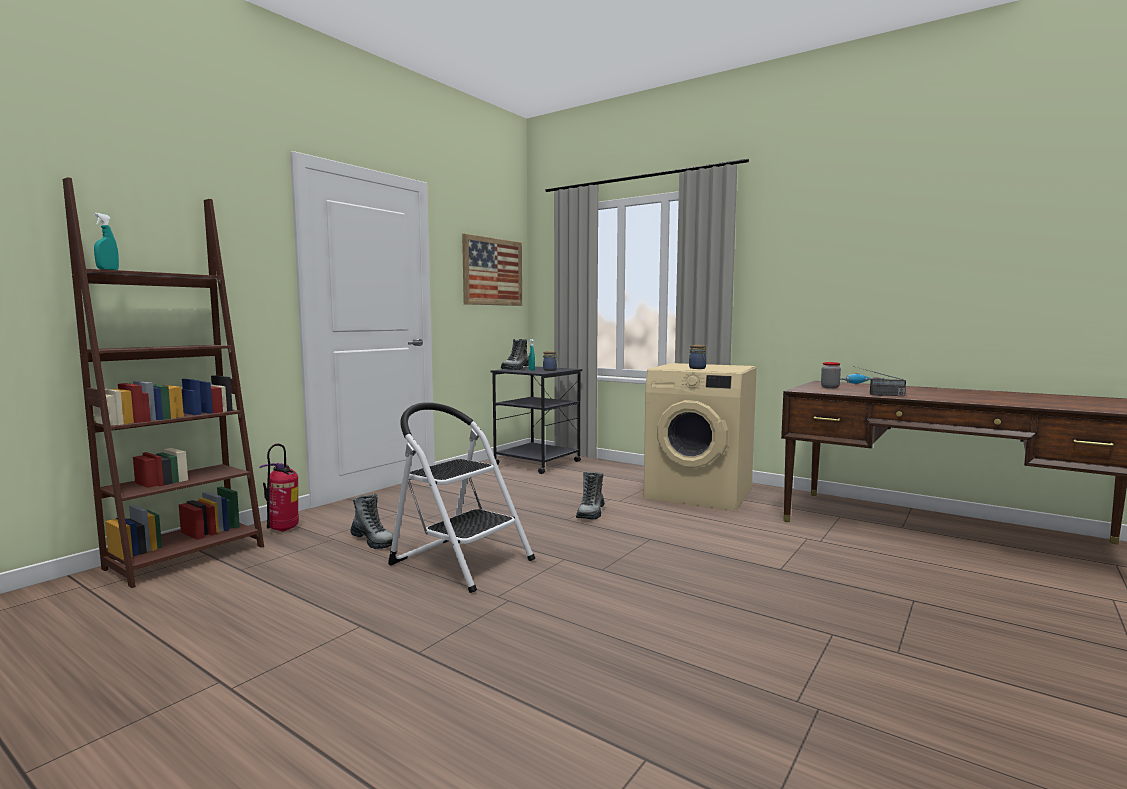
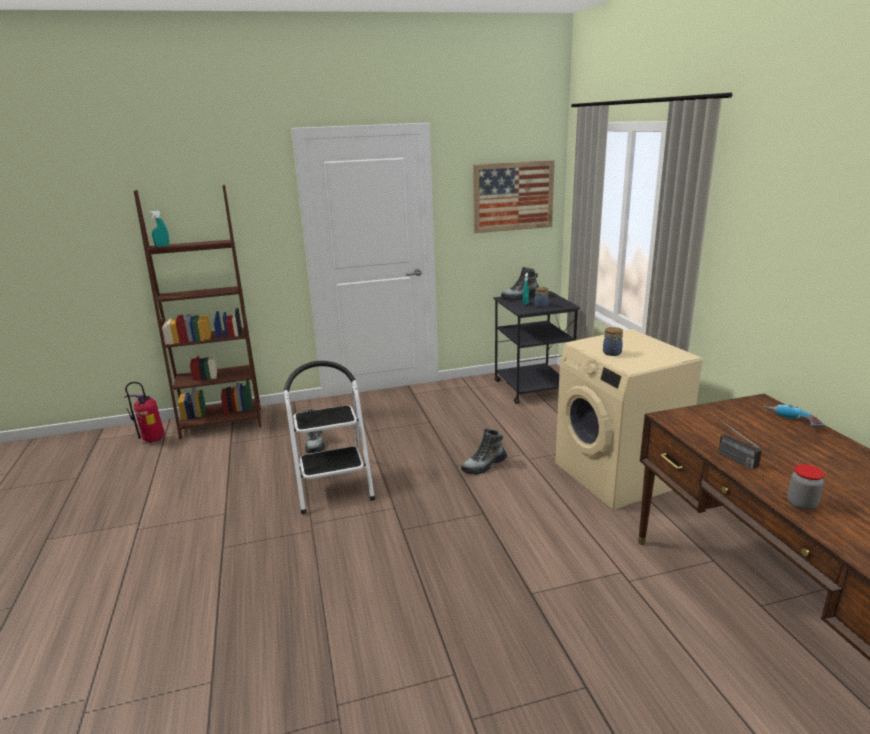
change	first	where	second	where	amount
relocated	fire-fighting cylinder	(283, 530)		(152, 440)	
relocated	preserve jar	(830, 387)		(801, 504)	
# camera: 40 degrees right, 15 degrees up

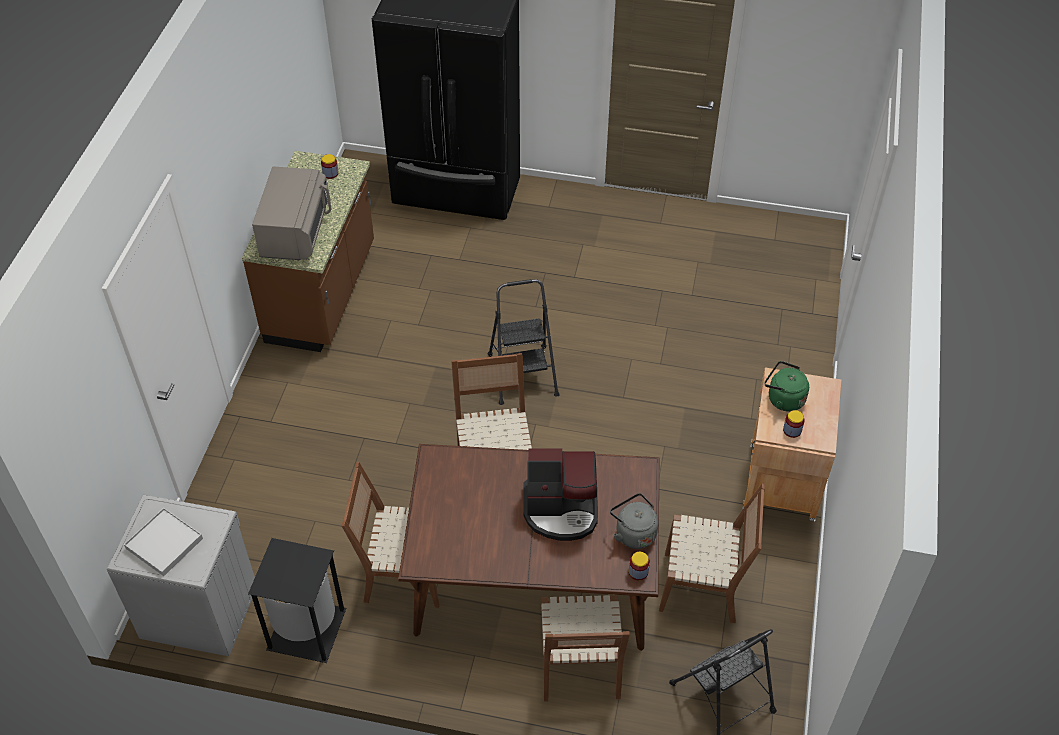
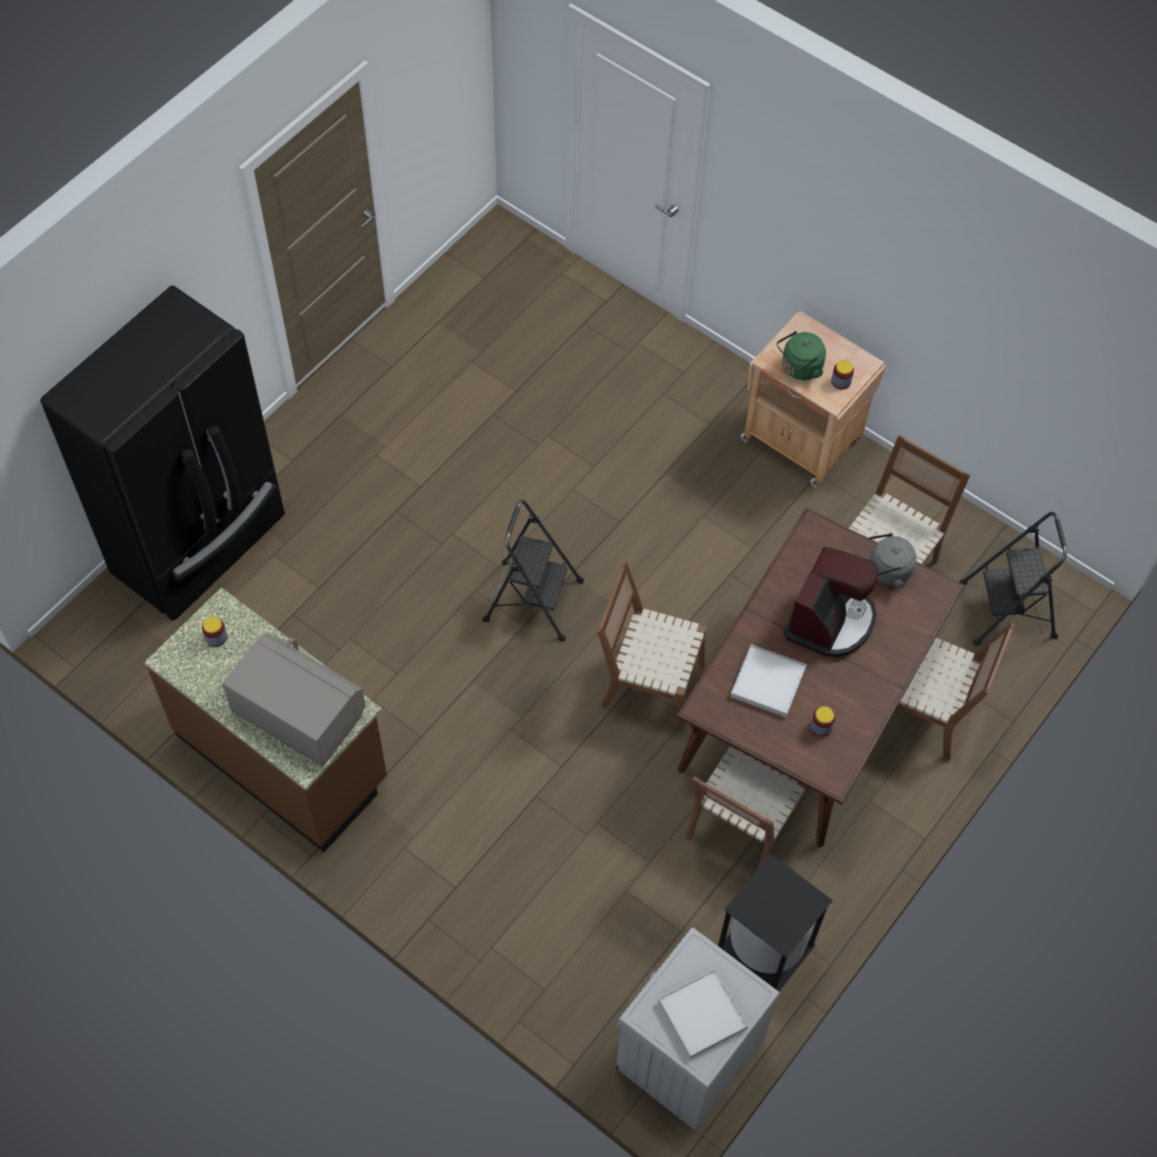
change	first	where	second	where	amount
appeared			white-coloured tray	(767, 682)	
relocated	preserve jar	(638, 571)		(821, 726)	
# camera: 65 degrees left, 10 degrees up

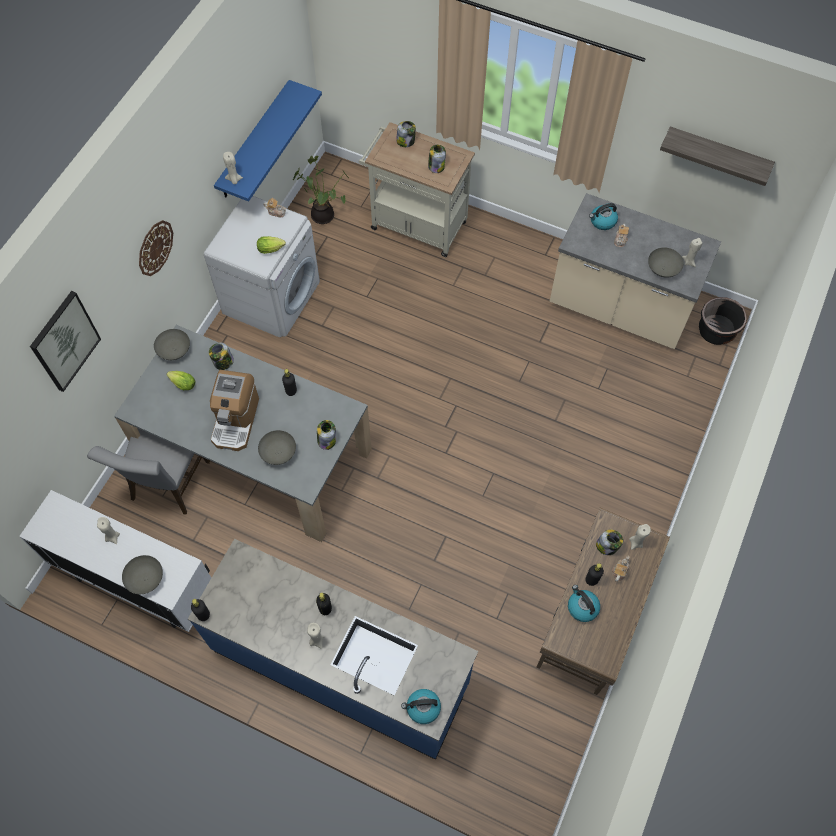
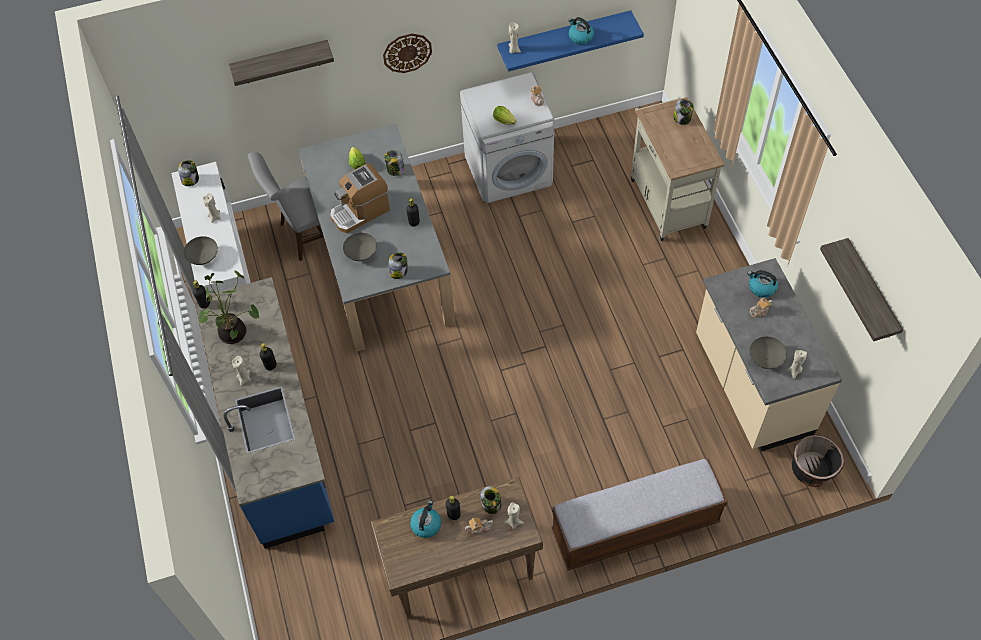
change	first	where	second	where	amount
relocated	preserve jar	(436, 166)		(190, 179)	
relocated	houseplant	(324, 214)		(235, 333)	
exchanged	wall art	(64, 341)	bracket shelf	(281, 62)	
appeared			bench	(635, 527)	
relocated	water kettle	(422, 708)		(580, 37)	
missing	greyish serving bowl	(174, 351)			
# camera: 50 degrees right, 5 degrees down

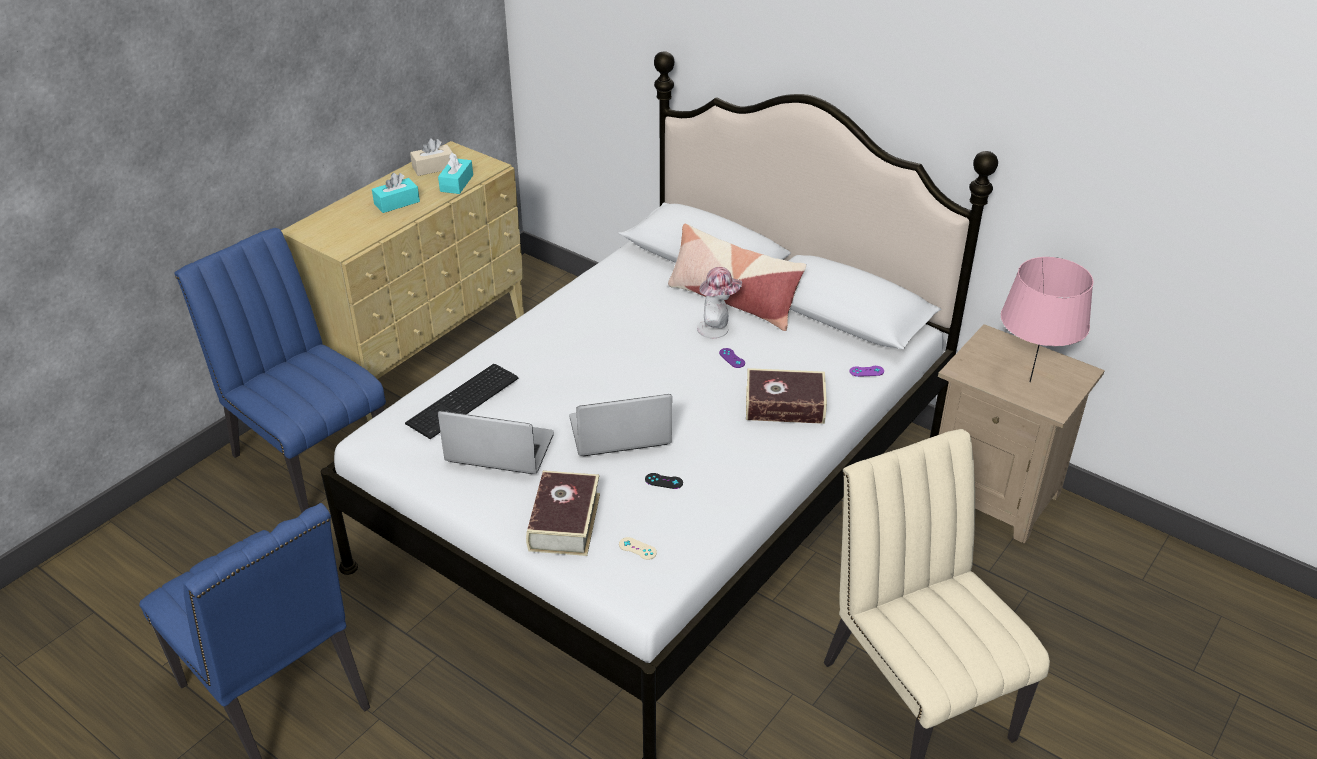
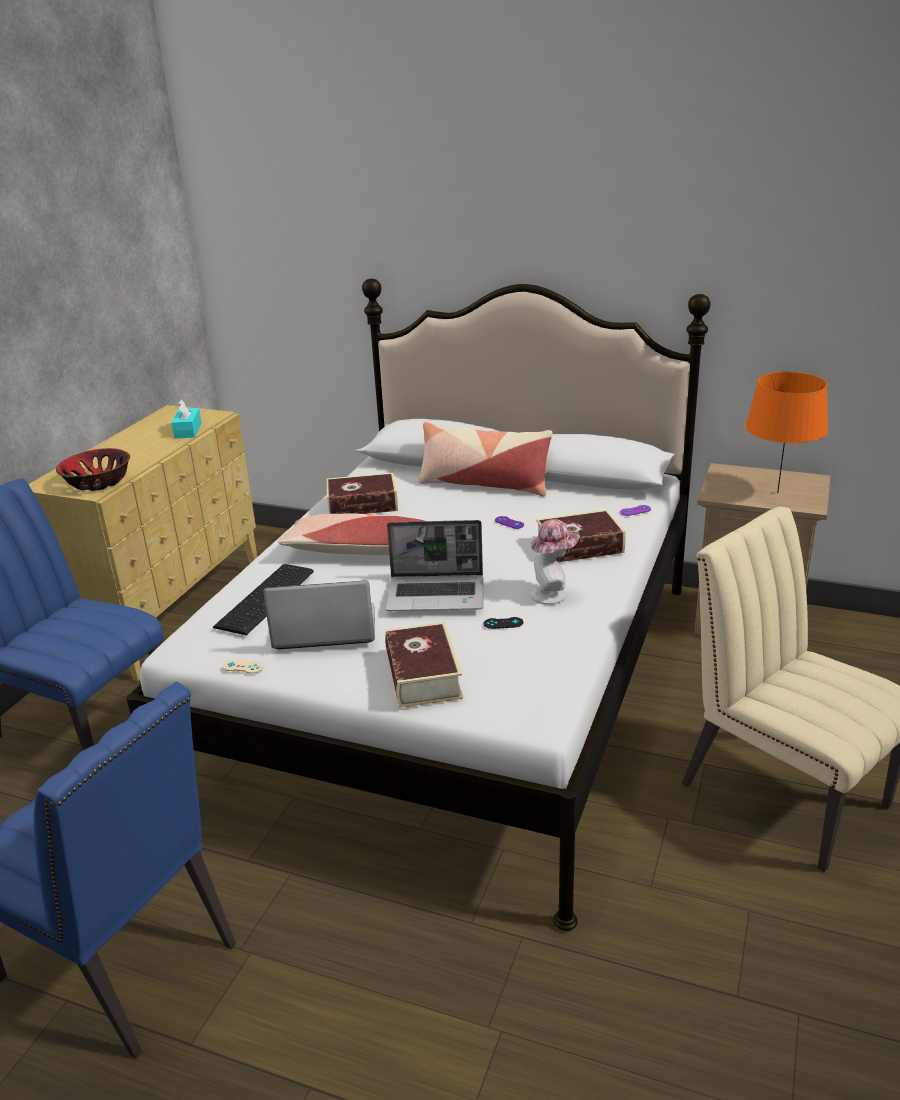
change	first	where	second	where	amount
appeared			serving bowl	(97, 482)	
relocated	sand-coloured gamepad	(637, 548)		(243, 667)	
appeared			pillow	(360, 550)	
appeared			volume	(362, 504)	
spun	laptop	(618, 433)		(437, 595)	150 degrees counterclockwise
relocated	hat	(717, 329)		(552, 593)	
colour	pinkish tabletop lamp	(1029, 381)	orange-coloured tabletop lamp	(777, 492)	
missing	turquoise tissue holder	(397, 203)			
missing	sand-coloured tissue holder	(433, 167)			
# camera: 15 degrees left, 10 degrees down

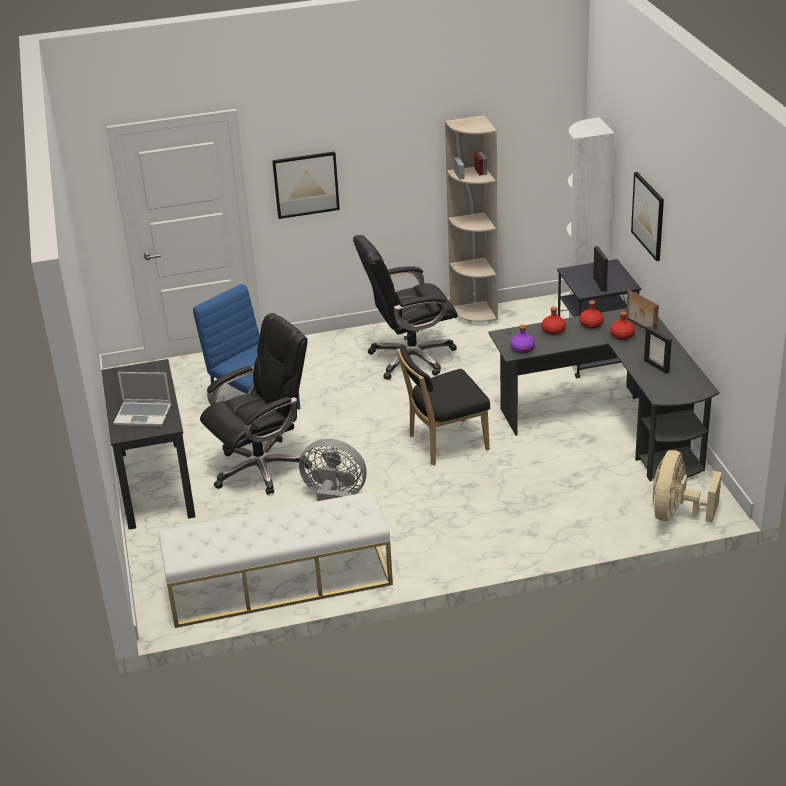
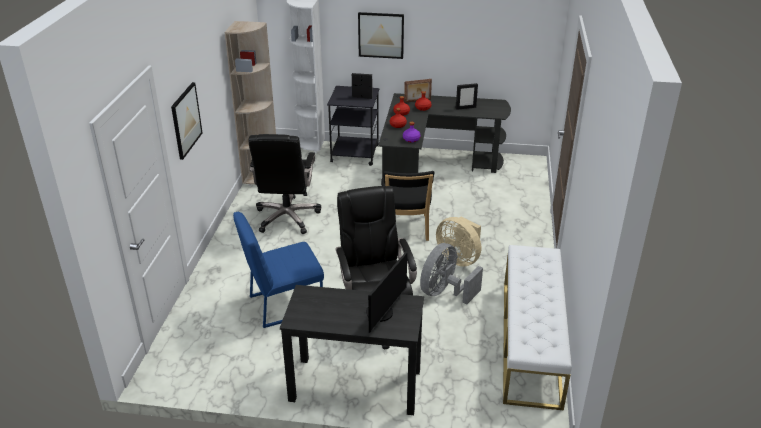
change	first	where	second	where	amount
exchanged	laptop	(144, 415)	monitor	(382, 313)	
relocated	sand-coloured fan	(676, 513)		(459, 258)	
# camera: 70 degrees left, 0 degrees up

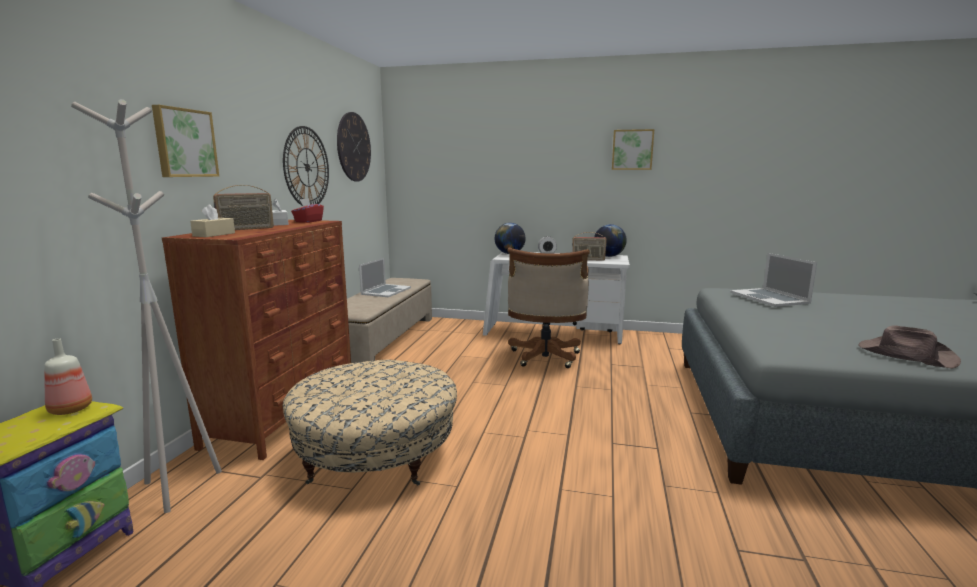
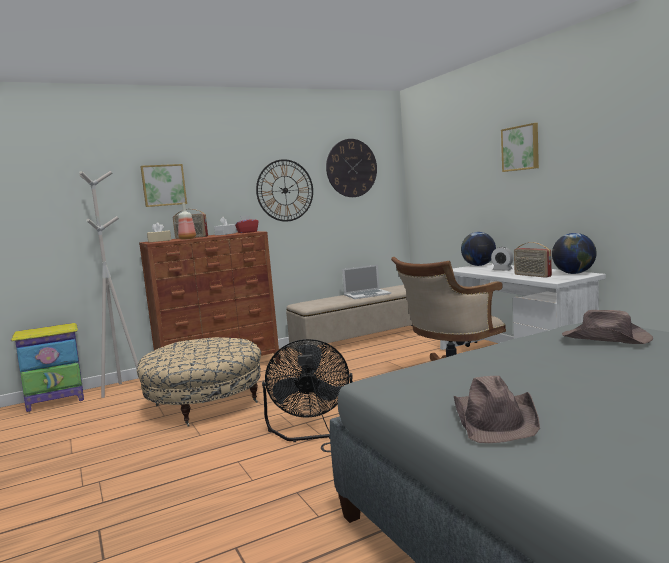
change	first	where	second	where	amount
relocated	bottle	(70, 410)		(187, 239)	
appeared			black fan	(315, 434)	
relocated	wall art	(632, 150)		(521, 148)	
exchanged	laptop	(769, 298)	brown-coloured hat	(606, 338)	
# camera: 50 degrees right, 5 degrees down

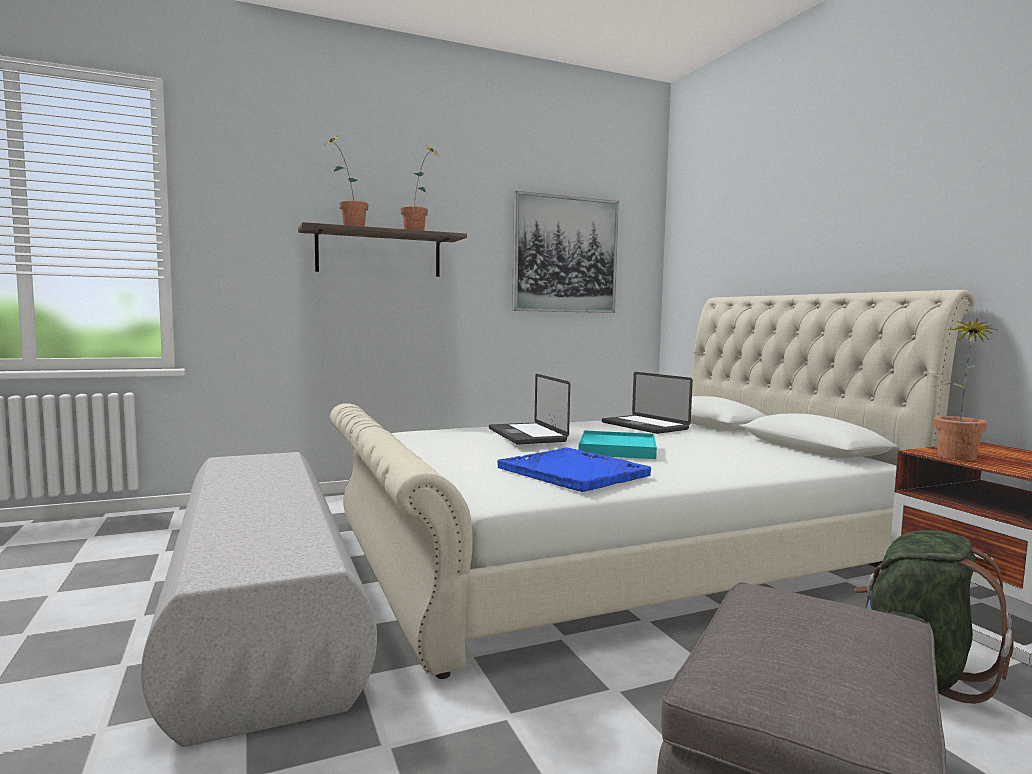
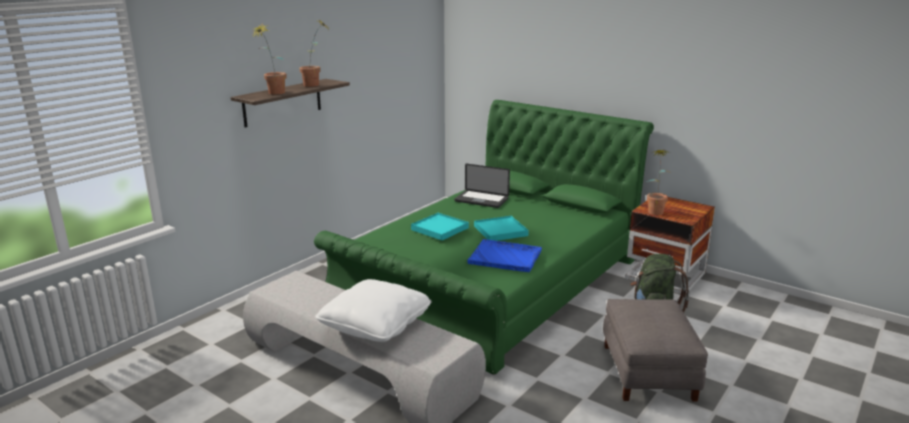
change	first	where	second	where	amount
colour	sand-coloured bedroom bed	(615, 550)	green bedroom bed	(492, 281)	
appeared			white-coloured pillow	(376, 325)	
exchanged	laptop	(526, 435)	turquoise tray	(440, 229)	
missing	wall art	(565, 254)			
# camera: 30 degrees left, 15 degrees up

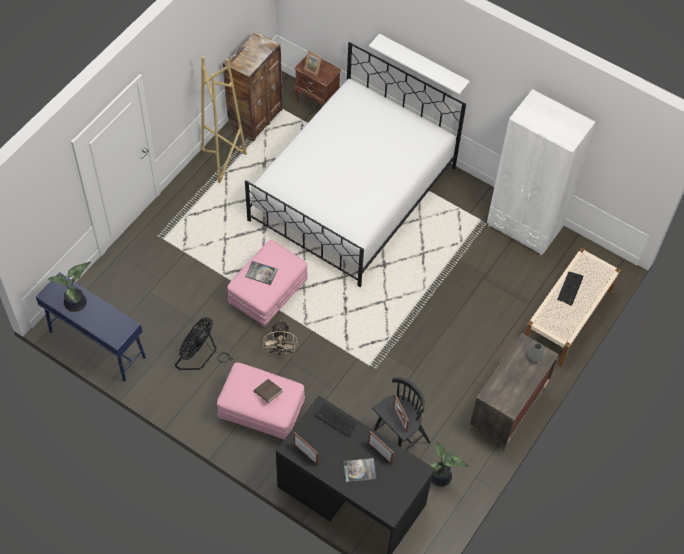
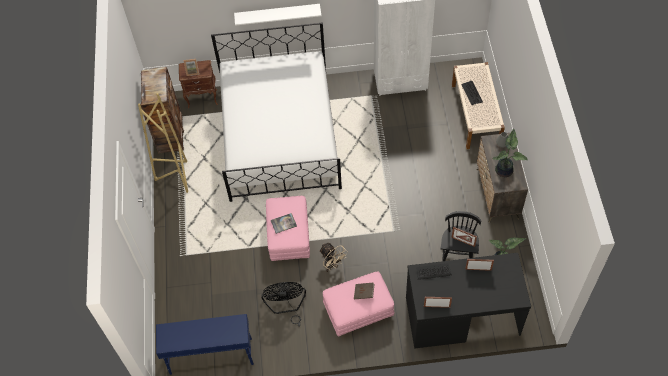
change	first	where	second	where	amount
spun	black fan	(203, 354)		(287, 306)	90 degrees clockwise
relocated	houseplant	(77, 303)		(505, 170)	
missing	volume	(359, 470)			
# camera: 35 degrees left, 0 degrees up

